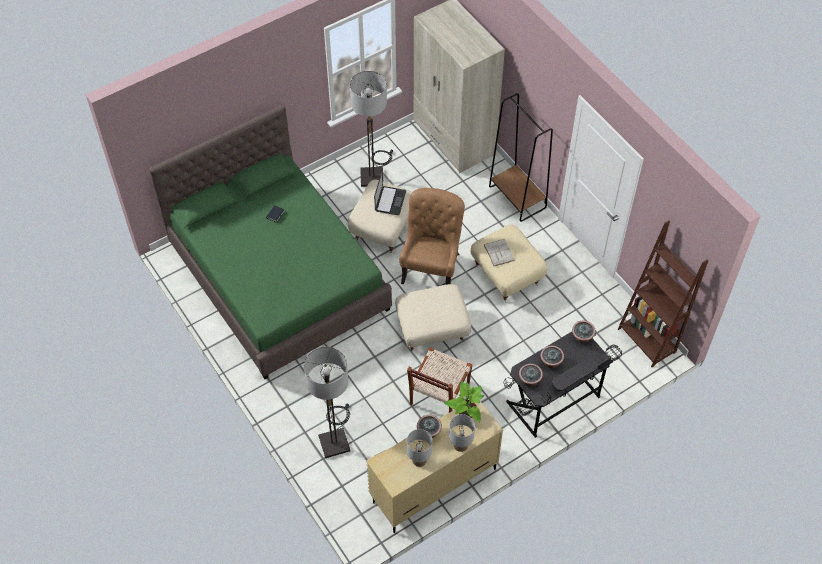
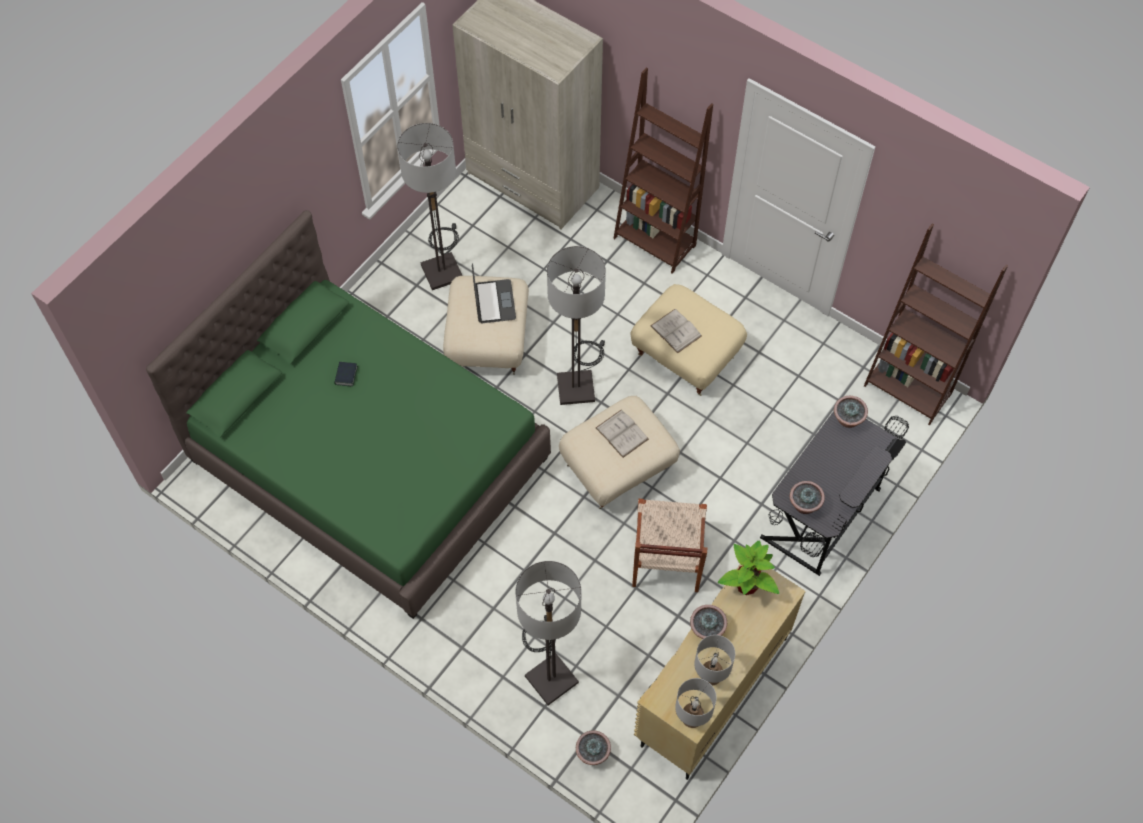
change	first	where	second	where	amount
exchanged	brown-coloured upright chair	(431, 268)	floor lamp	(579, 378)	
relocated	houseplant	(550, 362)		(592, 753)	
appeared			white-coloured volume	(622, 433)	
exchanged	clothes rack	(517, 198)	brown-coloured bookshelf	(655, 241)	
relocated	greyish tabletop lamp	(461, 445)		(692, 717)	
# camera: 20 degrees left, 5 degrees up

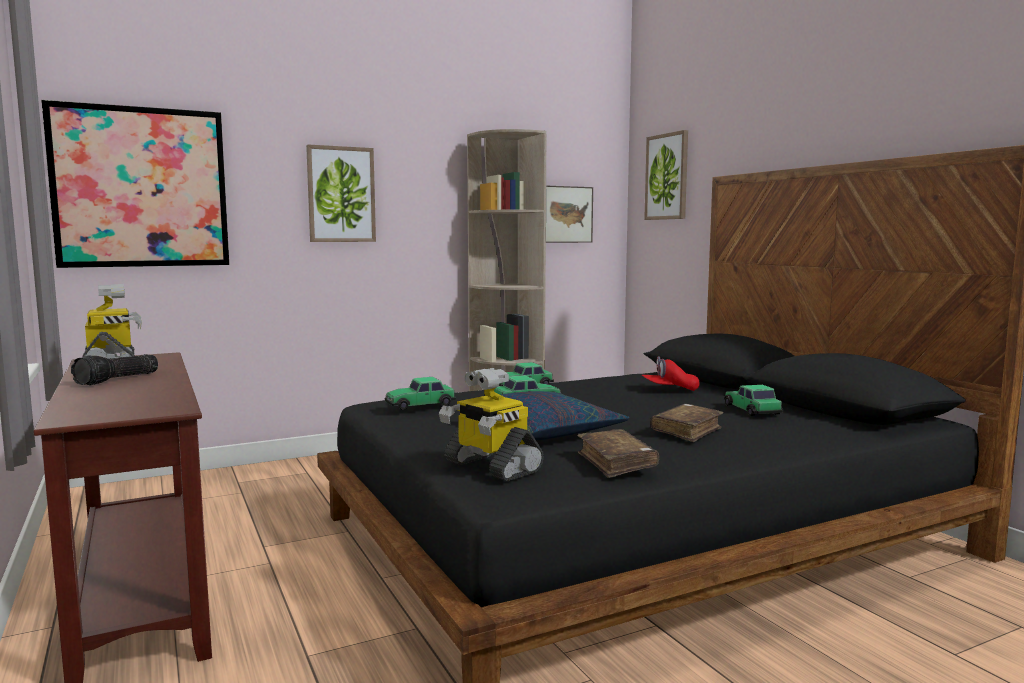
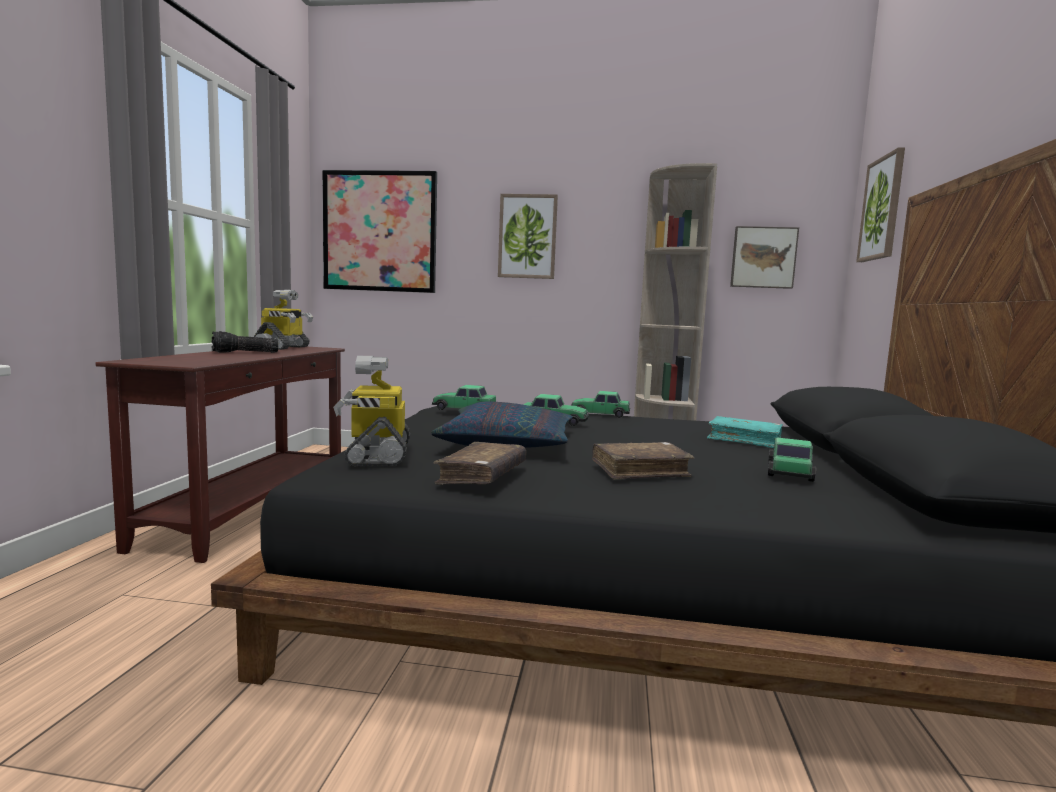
change	first	where	second	where	amount
exchanged	reddish baseball cap	(670, 390)	turquoise volume	(744, 440)	
# camera: 35 degrees right, 0 degrees up

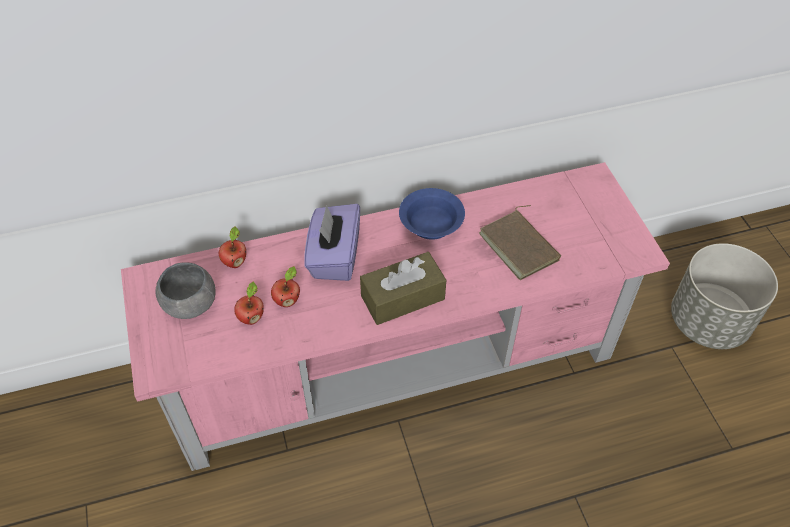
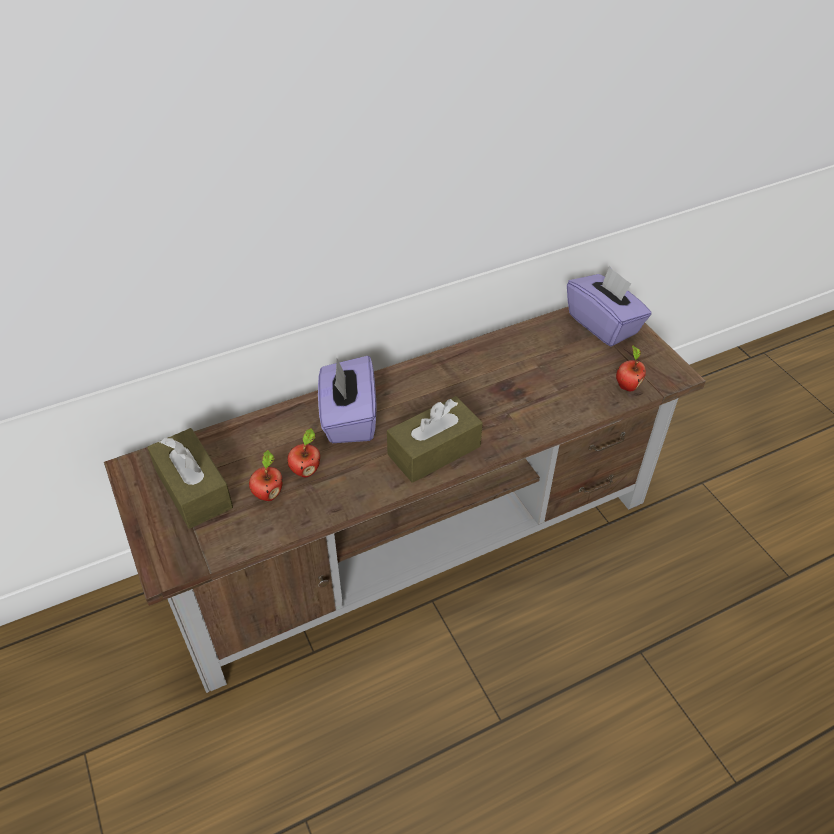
change	first	where	second	where	amount
colour	pinkish media console	(396, 367)	brown-coloured media console	(418, 544)	
exchanged	greyish serving bowl	(190, 304)	brown-coloured tissue holder	(193, 489)	
appeared			purple-coloured tissue holder	(603, 324)	
relocated	apple	(235, 262)		(626, 386)	
missing	blue-coloured serving bowl	(430, 223)			
missing	brown-coloured volume	(521, 246)			
missing	greyish flower pot	(709, 322)			
# camera: 10 degrees left, 5 degrees down

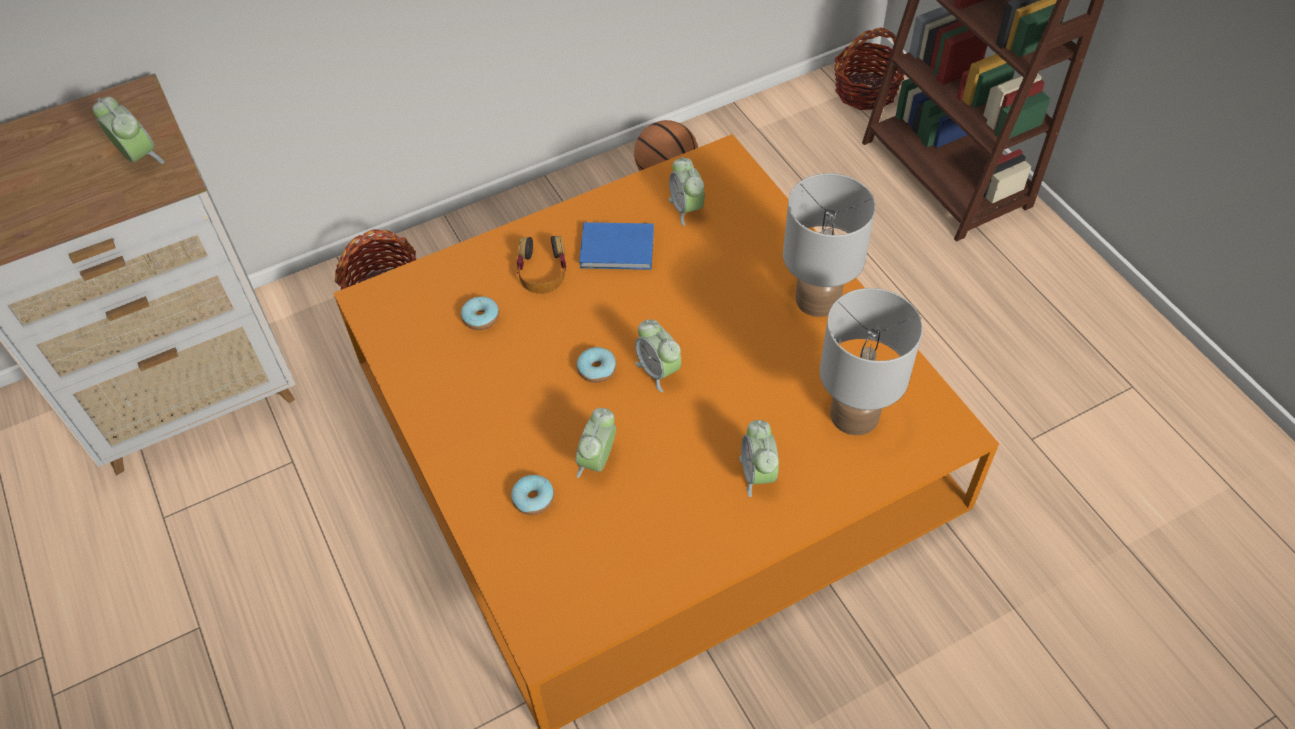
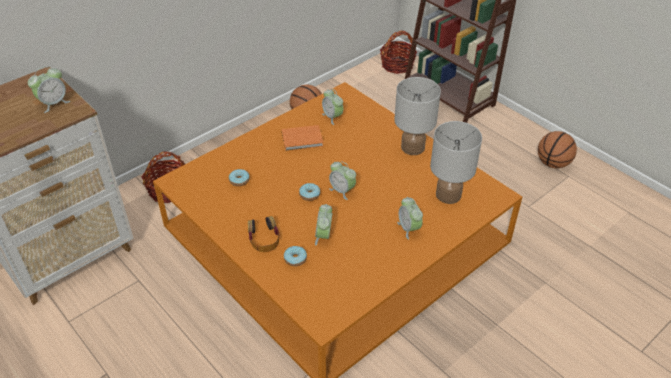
change	first	where	second	where	amount
spun	alarm clock	(138, 157)		(53, 103)	105 degrees clockwise
relocated	pair of headphones	(542, 270)		(264, 238)	
colour	blue-coloured volume	(619, 249)	orange-coloured volume	(303, 139)	
appeared			basketball	(553, 163)	
# camera: 15 degrees left, 10 degrees down

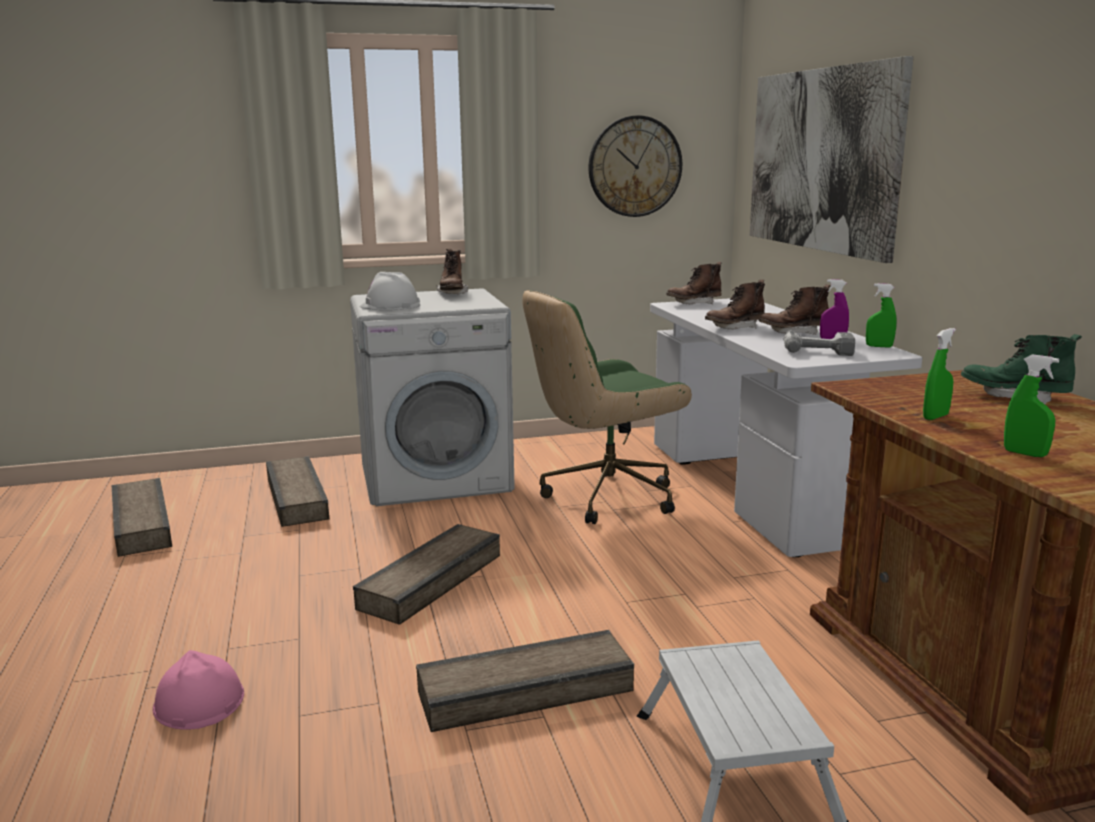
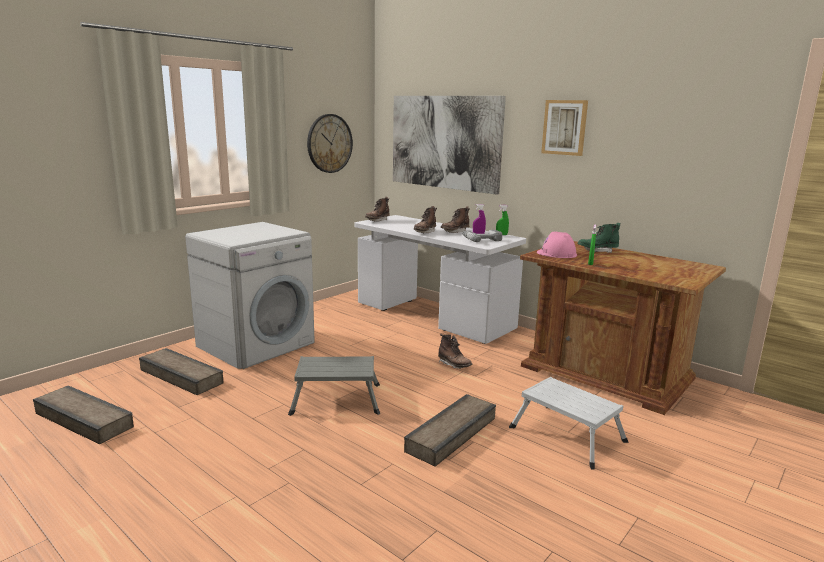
change	first	where	second	where	amount
exchanged	packing crate	(434, 581)	greyish step ladder	(337, 399)	
relocated	brown-coloured boot	(452, 293)		(454, 365)	
relocated	pinkish work helmet	(198, 702)		(556, 254)	
appeared			wall art	(564, 127)	
missing	white-coloured work helmet	(390, 306)			
missing	green office chair	(605, 499)			
missing	green hand sprayer	(1025, 453)			
# camera: 35 degrees left, 0 degrees up

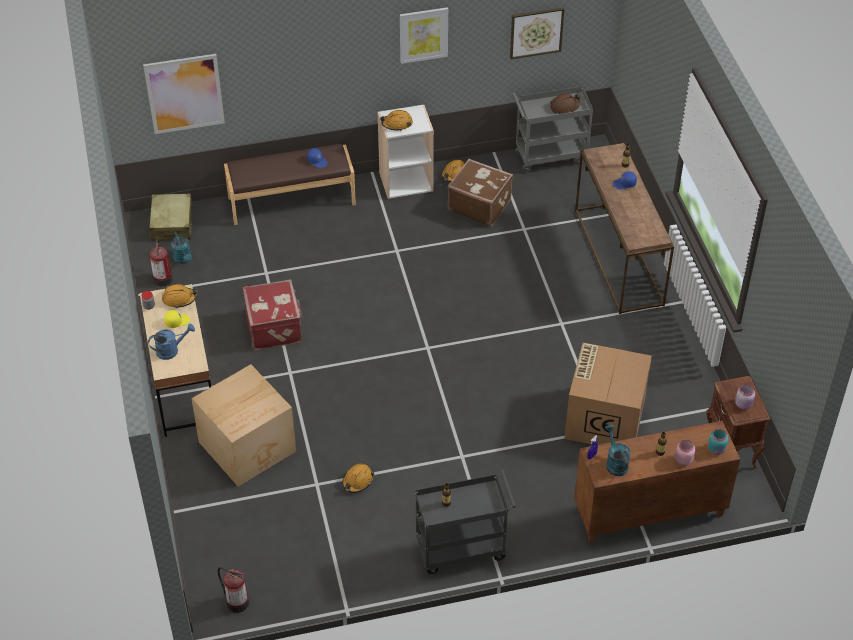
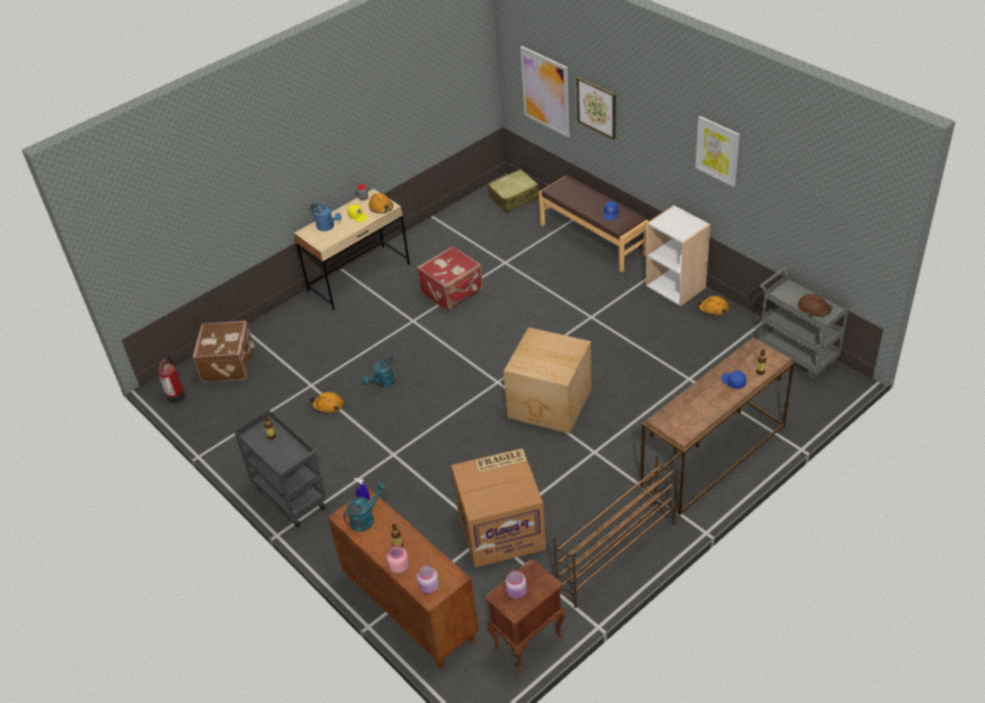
change	first	where	second	where	amount
relocated	brown-coloured piece of luggage	(479, 205)		(229, 364)	
relocated	turquoise watering can	(183, 259)		(382, 383)	
colour	turquoise preserve jar	(717, 449)	pinkish preserve jar	(429, 588)	
relocated	cardboard box	(249, 447)		(550, 404)	
appeared			brown-coloured shoe shelf	(615, 556)	
relocated	wall art	(536, 32)		(597, 107)	
missing	fire-fighting cylinder	(163, 278)			
missing	orange-coloured work helmet	(397, 124)			
# camera: 65 degrees right, 5 degrees down

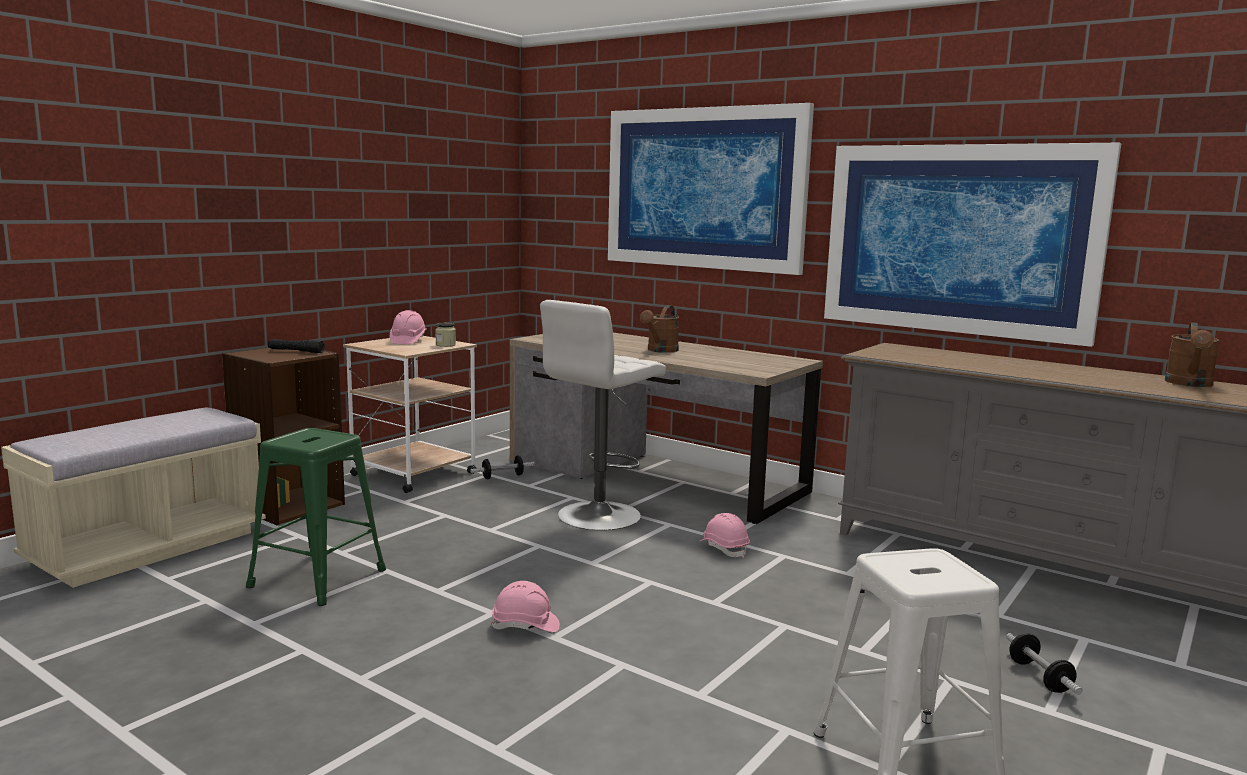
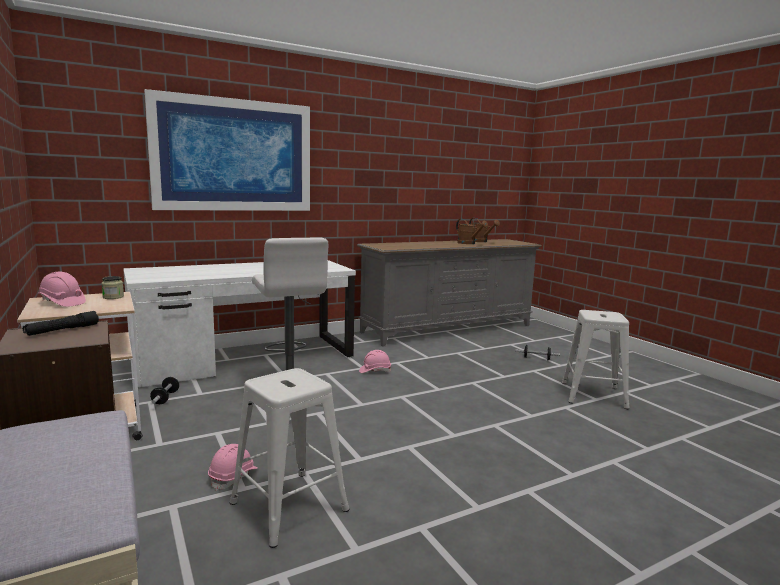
change	first	where	second	where	amount
colour	brown-coloured desk unit	(654, 477)	white-coloured desk unit	(245, 358)	
relocated	pinkish work helmet	(525, 626)		(233, 476)	
colour	green stool seat	(317, 578)	white-coloured stool seat	(289, 506)	
relocated	brown-coloured watering can	(660, 350)		(469, 243)	
missing	wall art	(959, 239)			
# camera: 65 degrees left, 0 degrees up

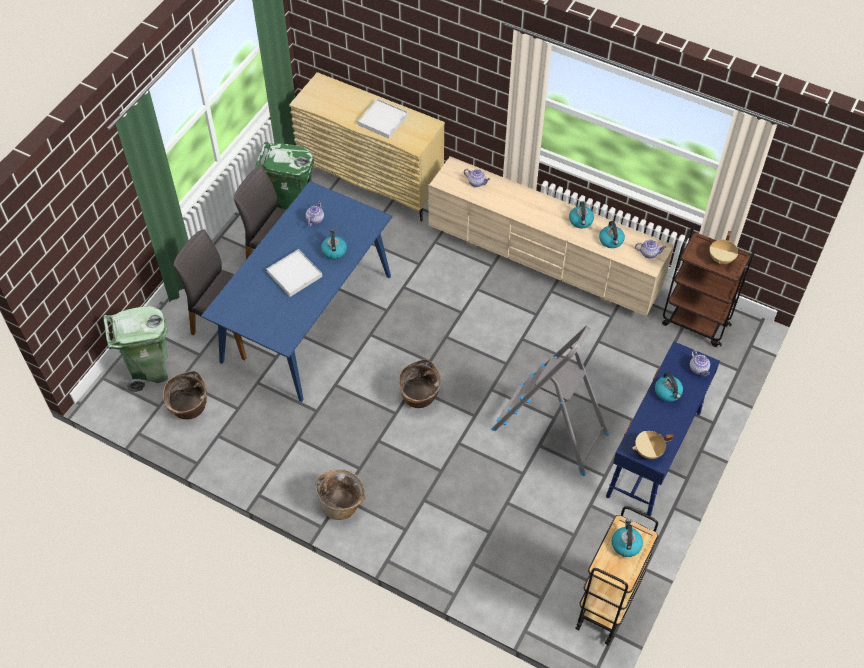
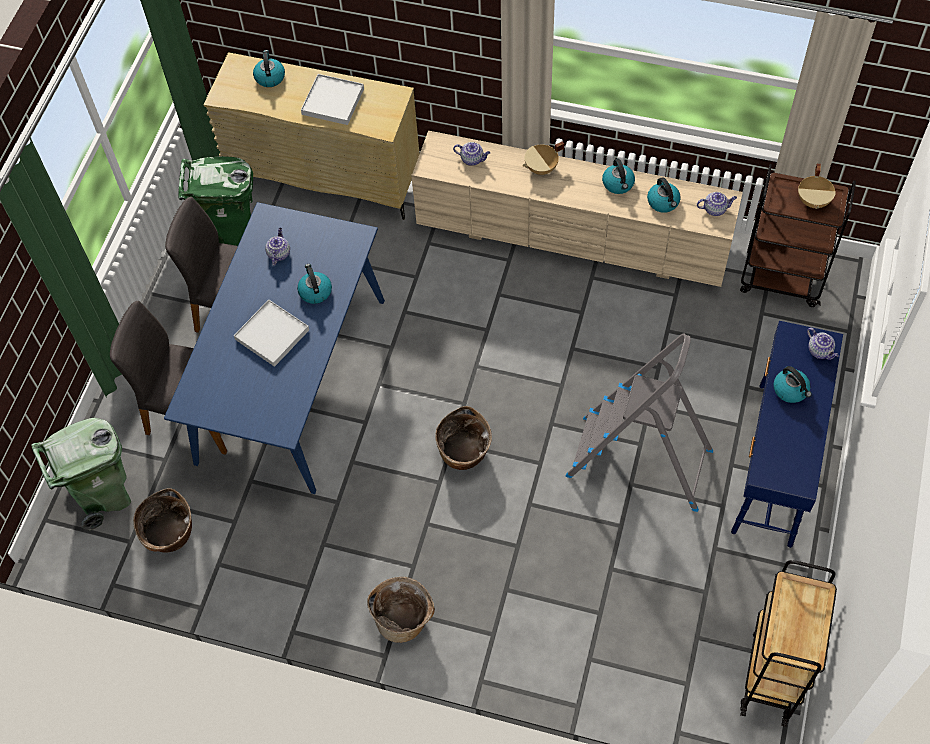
change	first	where	second	where	amount
relocated	water kettle	(626, 544)		(269, 77)	
relocated	sand-coloured saucepot	(649, 452)		(541, 168)	
# camera: 10 degrees left, 5 degrees up

